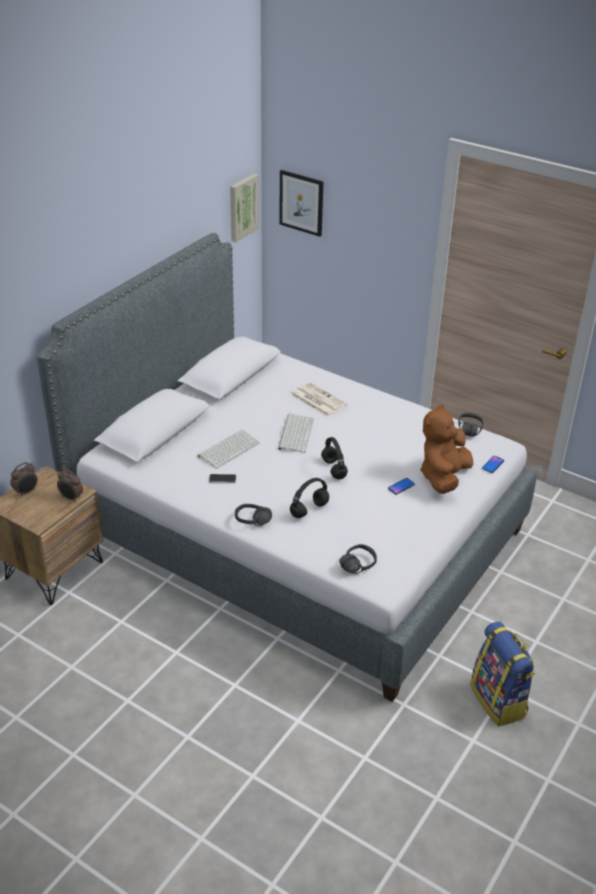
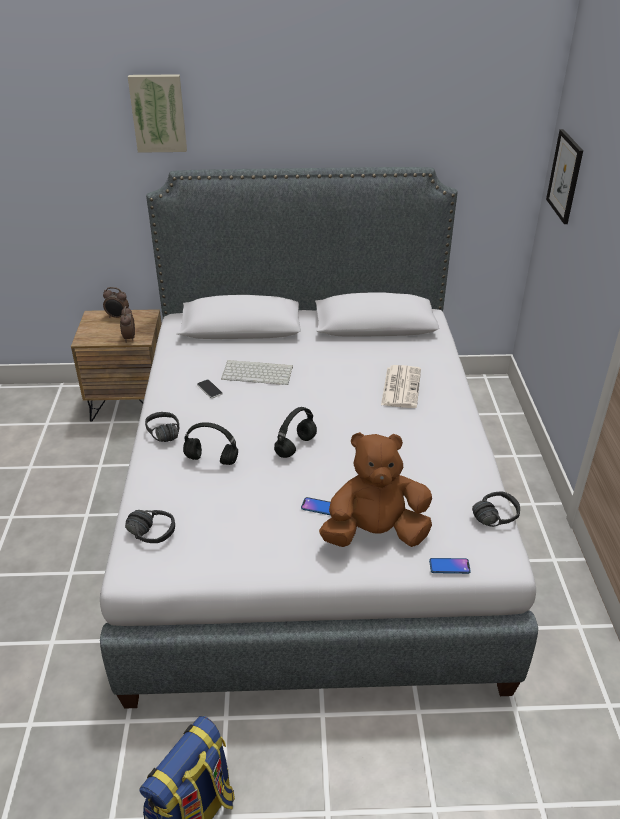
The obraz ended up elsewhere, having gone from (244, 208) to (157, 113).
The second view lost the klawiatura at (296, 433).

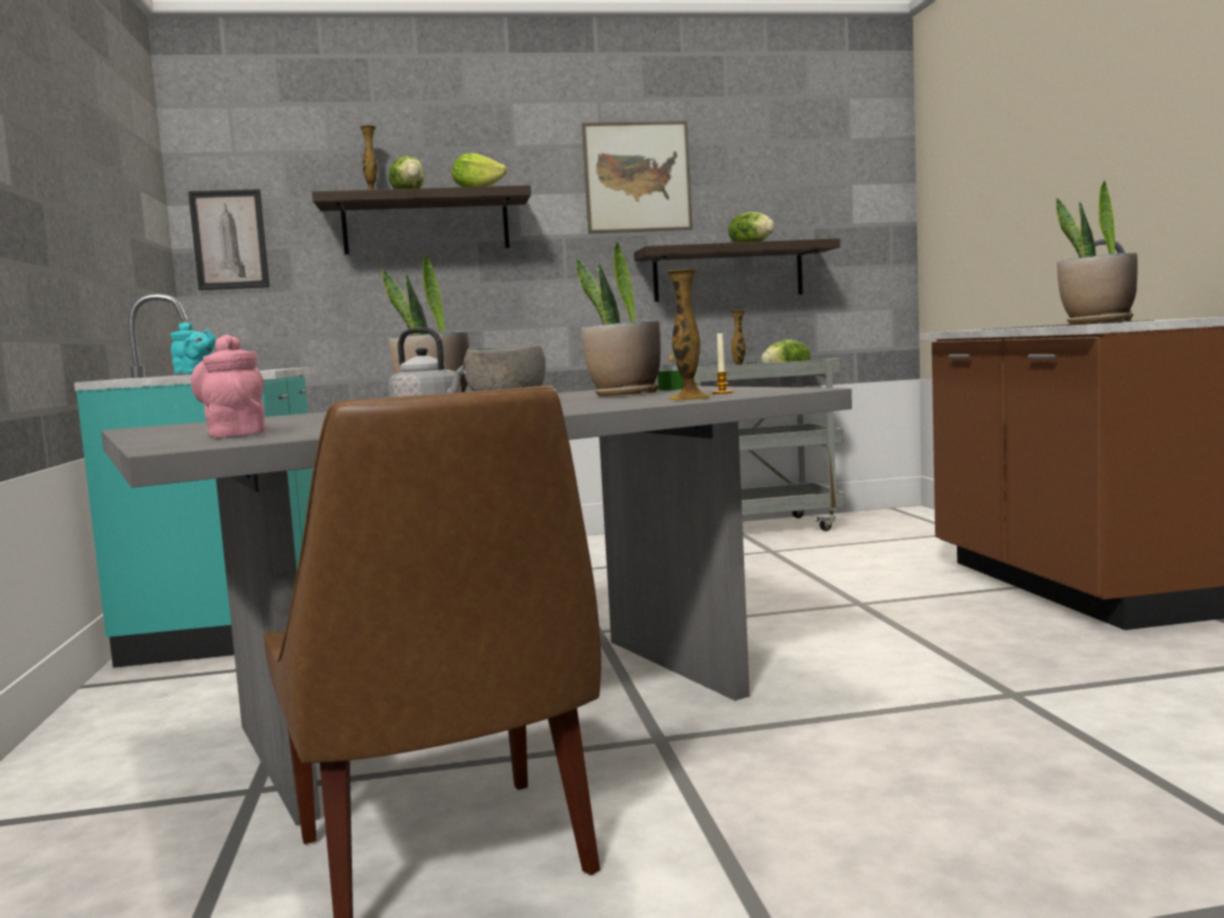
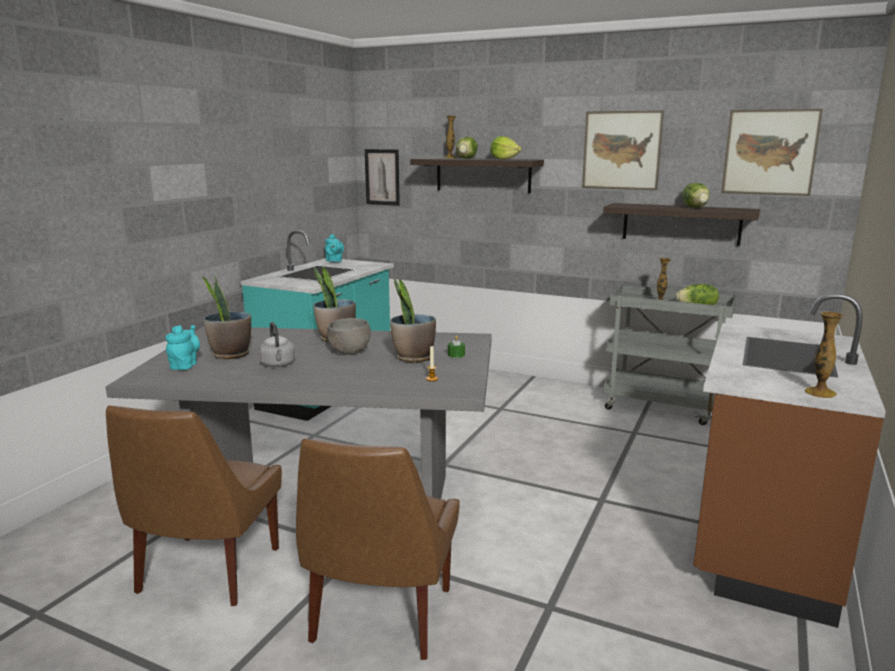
What was the imbryk/różowy at (228, 386) turned into the imbryk/turkusowy at (182, 347).
The wazon ended up elsewhere, having gone from (689, 335) to (824, 354).
The roślina doniczkowa ended up elsewhere, having gone from (1096, 252) to (227, 317).
The second view gained the krzesło/brązowy at (378, 549).
The second view gained the obraz at (772, 152).

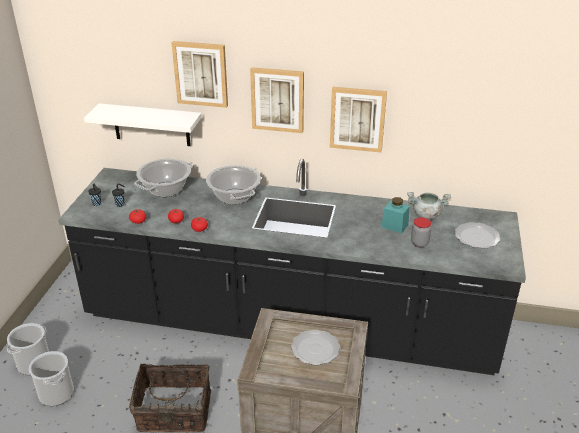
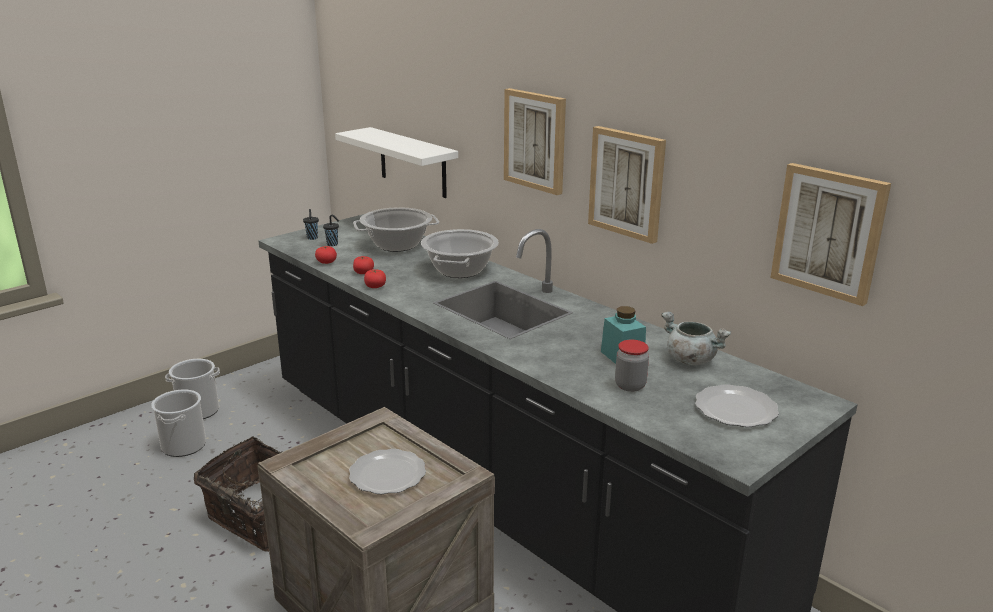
The obraz ended up elsewhere, having gone from (200, 74) to (830, 234).

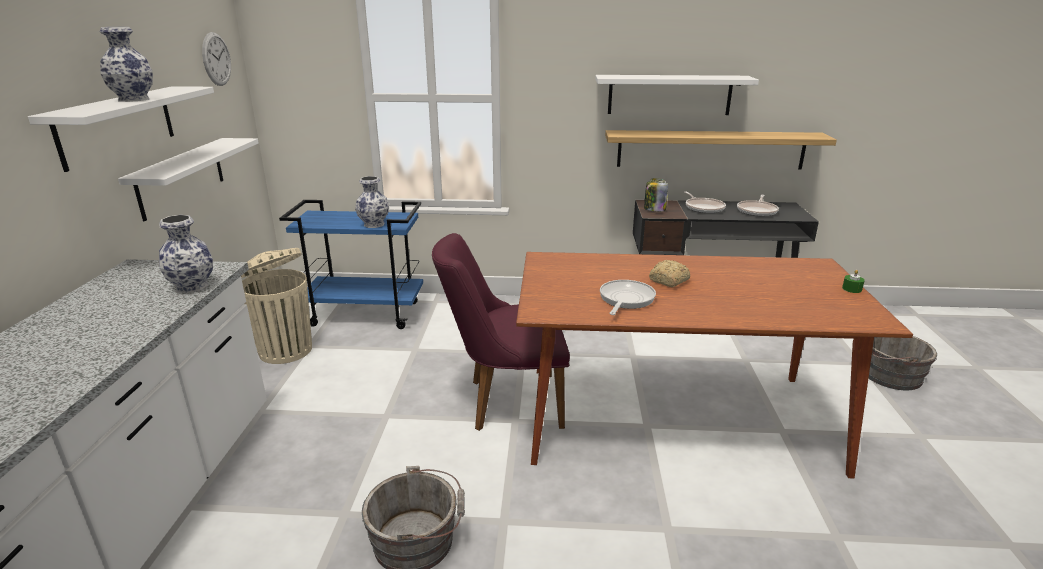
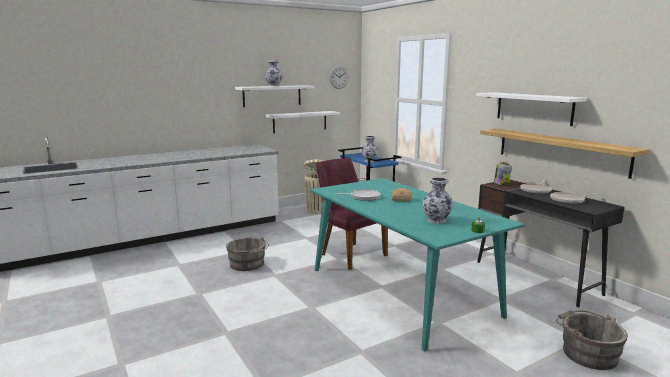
The wazon ended up elsewhere, having gone from (186, 254) to (437, 200).
What was the stół jadalny/brązowy at (714, 365) turned into the stół jadalny/turkusowy at (417, 265).

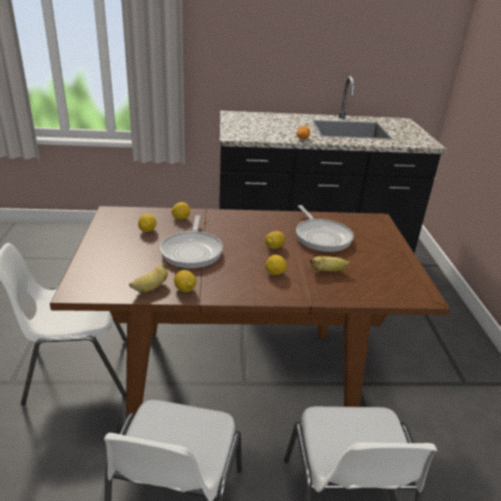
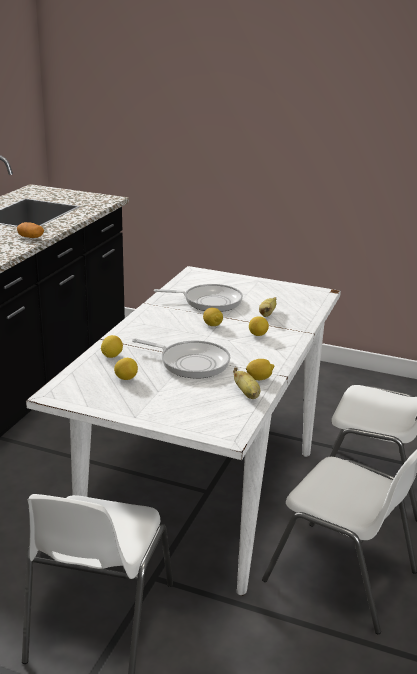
What was the stół jadalny/brązowy at (250, 312) turned into the stół jadalny/biały at (183, 430).

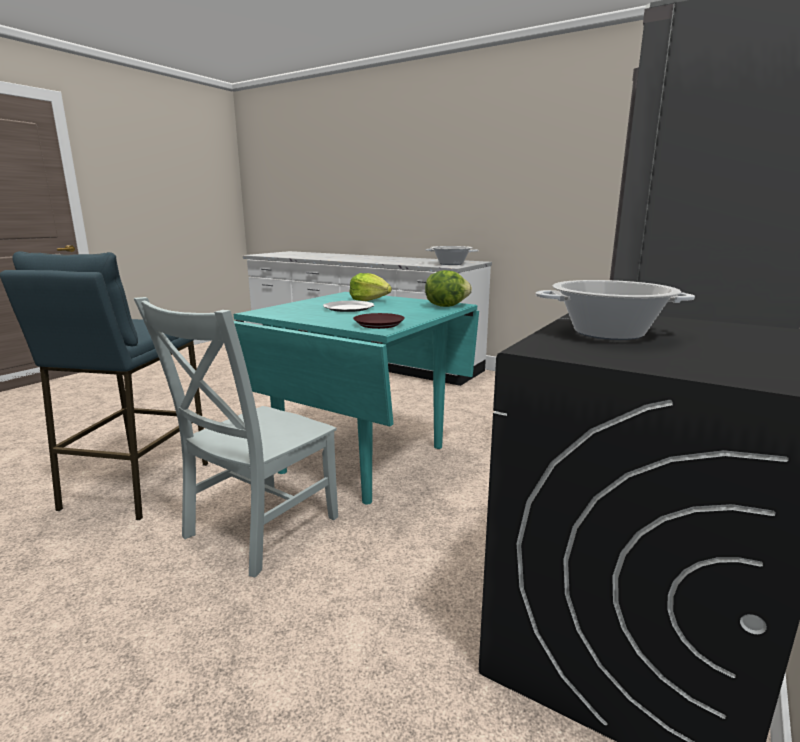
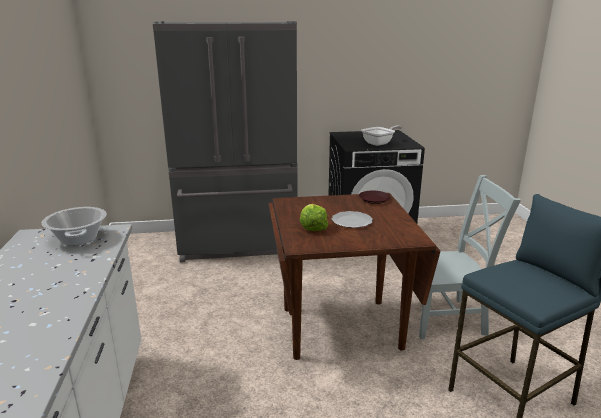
What was the stół jadalny/turkusowy at (356, 398) turned into the stół jadalny/brązowy at (355, 276).
The second view lost the sałata at (448, 288).
Where the garnek stood at (615, 310), the patelnia came to stand at (381, 135).

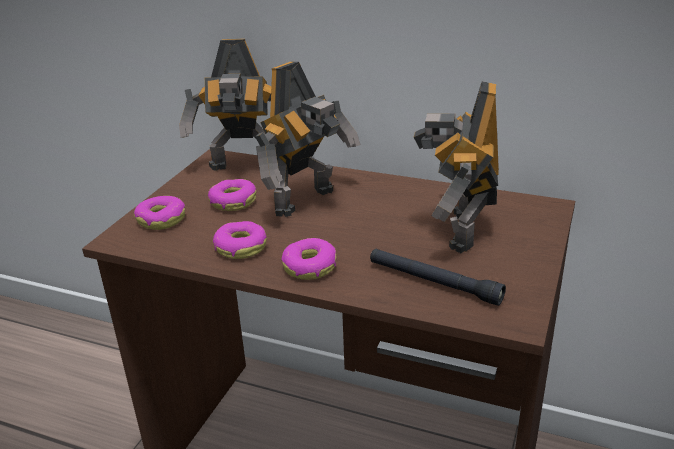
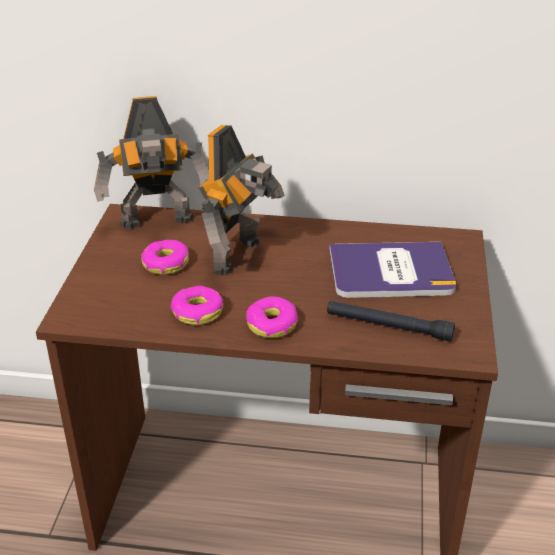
The second view lost the donut at (159, 213).
Where the robot zabawkowy stood at (456, 167), the książka came to stand at (393, 270).

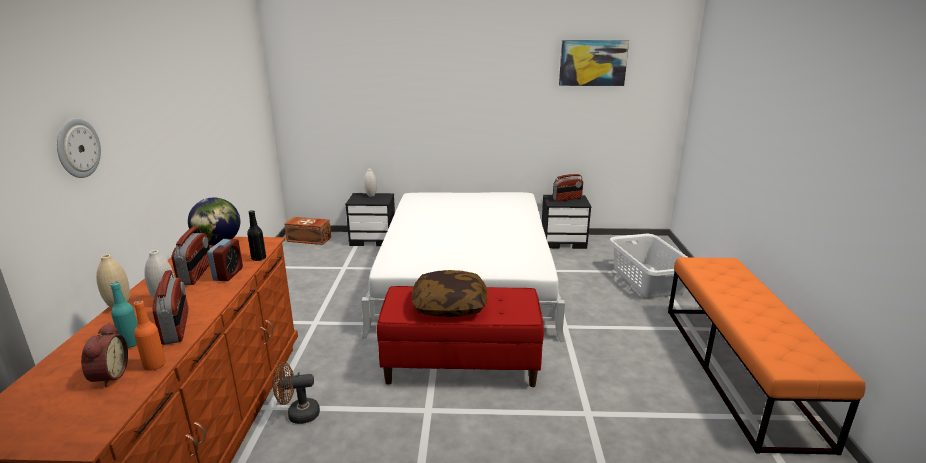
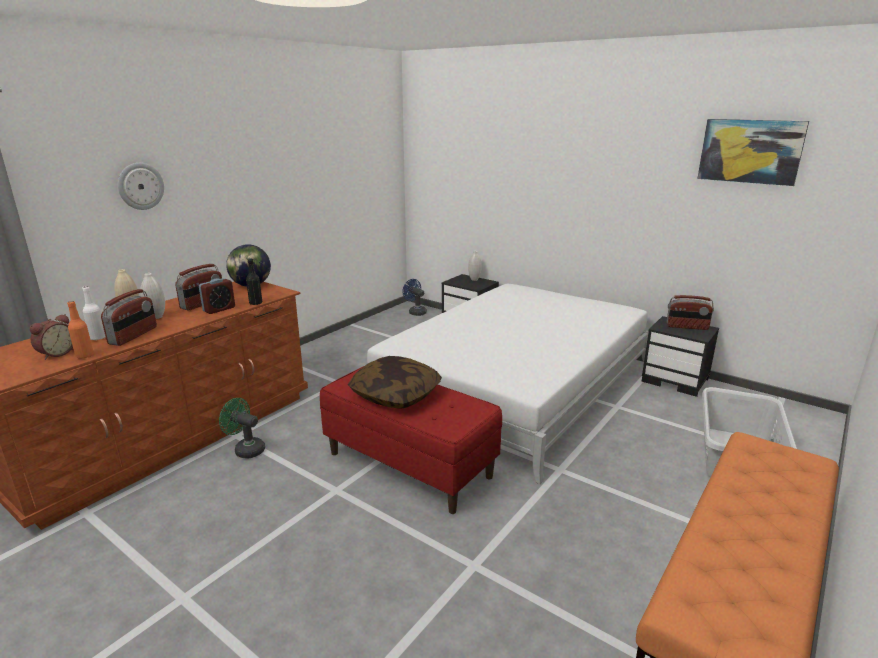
What was the butelka/turkusowy at (124, 315) turned into the butelka/biały at (94, 313).
What was the wentylator/brązowy at (296, 393) turned into the wentylator/zielony at (242, 428).
Where the pojemnik do przechowywania/brązowy stood at (307, 231), the wentylator/niebieski came to stand at (415, 297).

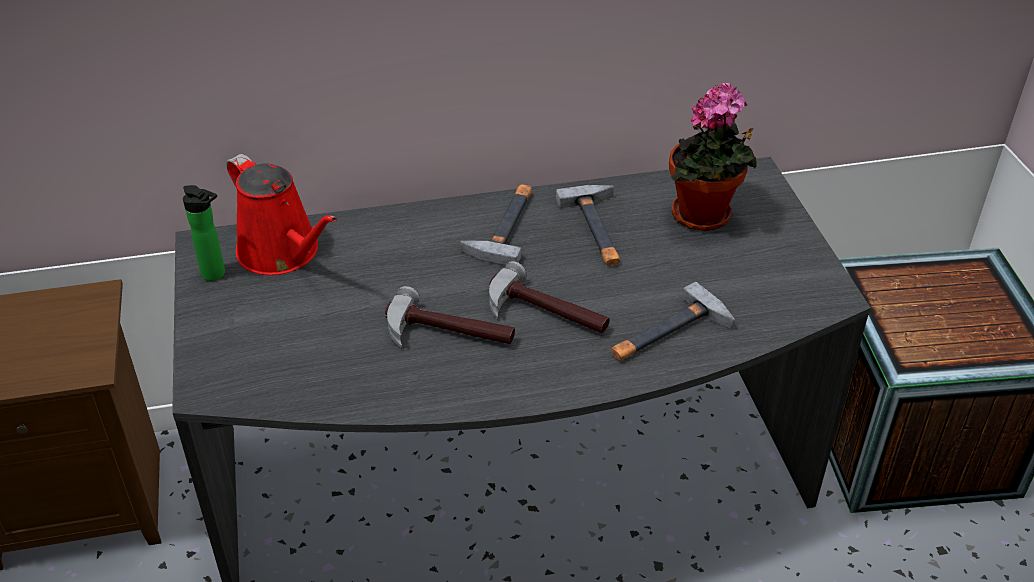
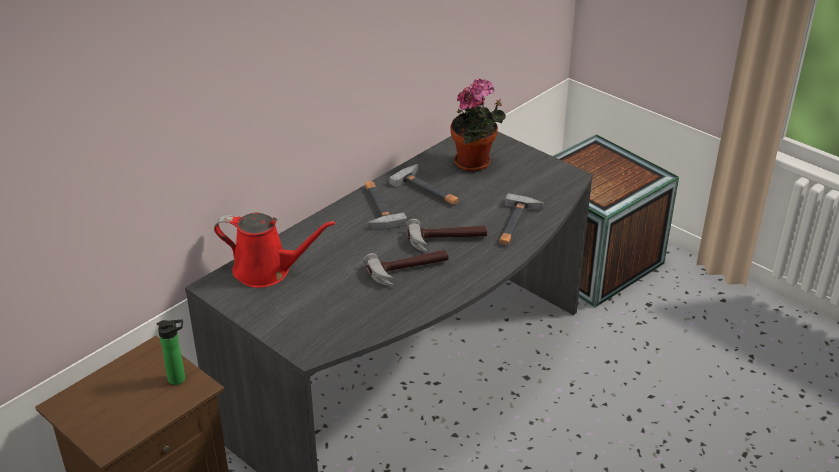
The butelka ended up elsewhere, having gone from (204, 233) to (171, 352).

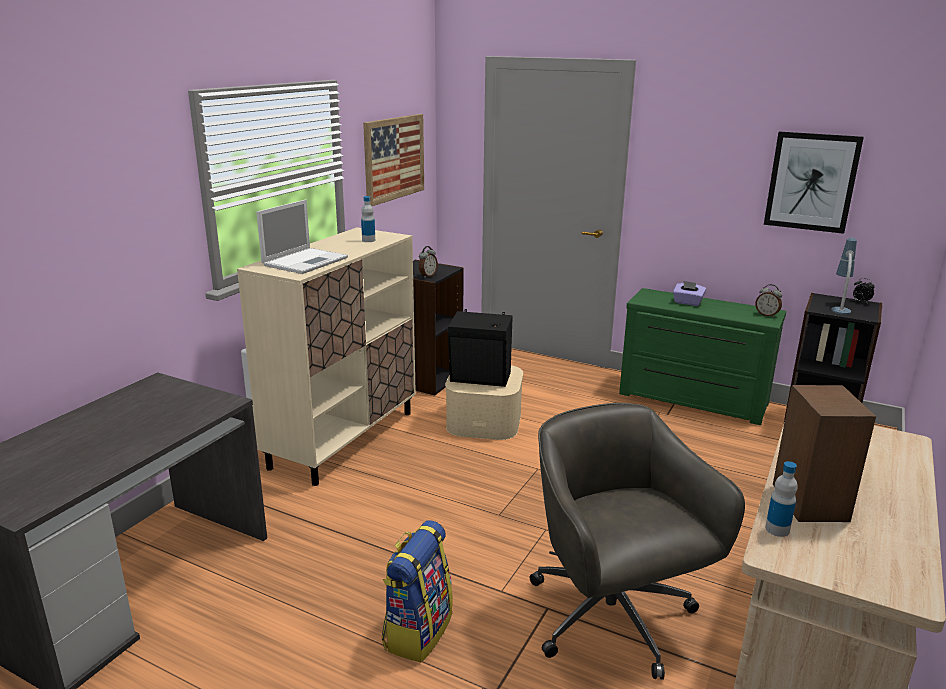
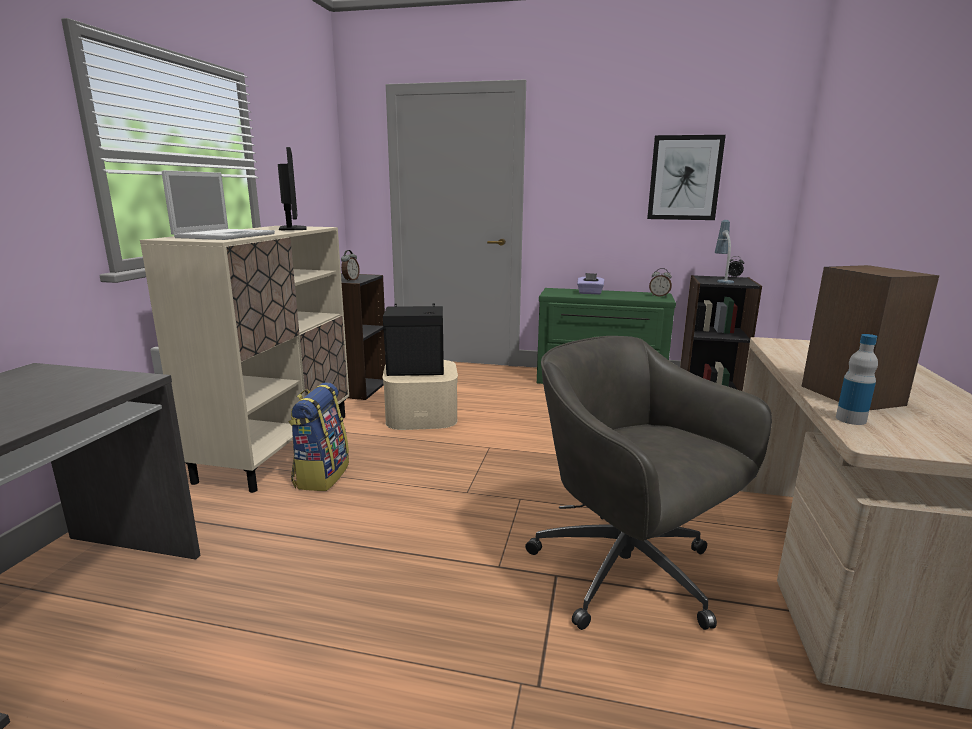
Where the butelka stood at (368, 219), the monitor came to stand at (292, 188).
The second view lost the obraz at (393, 160).
The plecak ended up elsewhere, having gone from (417, 591) to (319, 436).

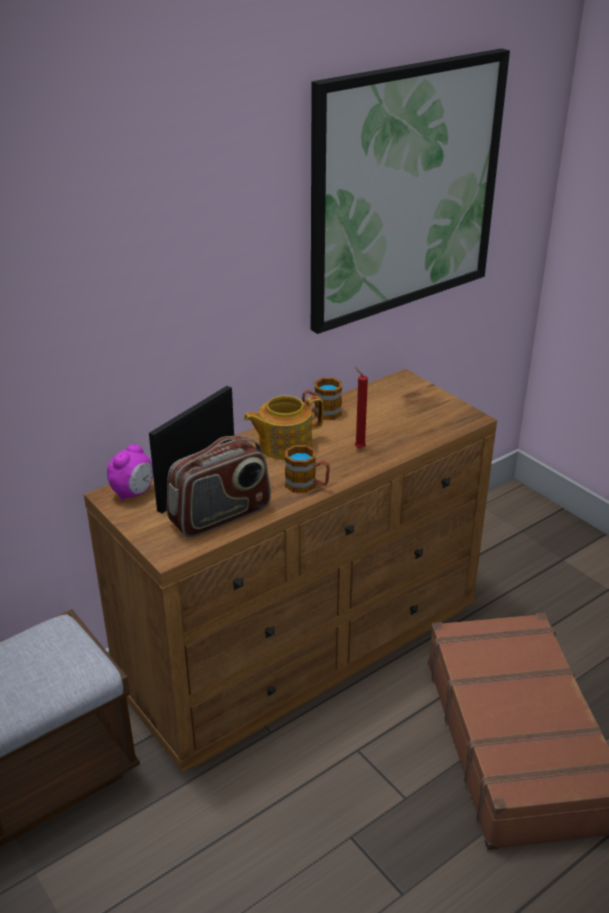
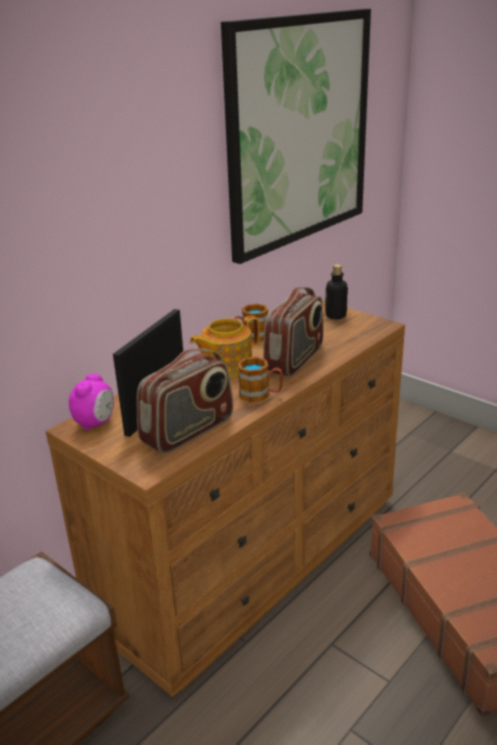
Where the świeca/czerwony stood at (361, 408), the radio came to stand at (293, 332).
The second view gained the butelka at (336, 291).

